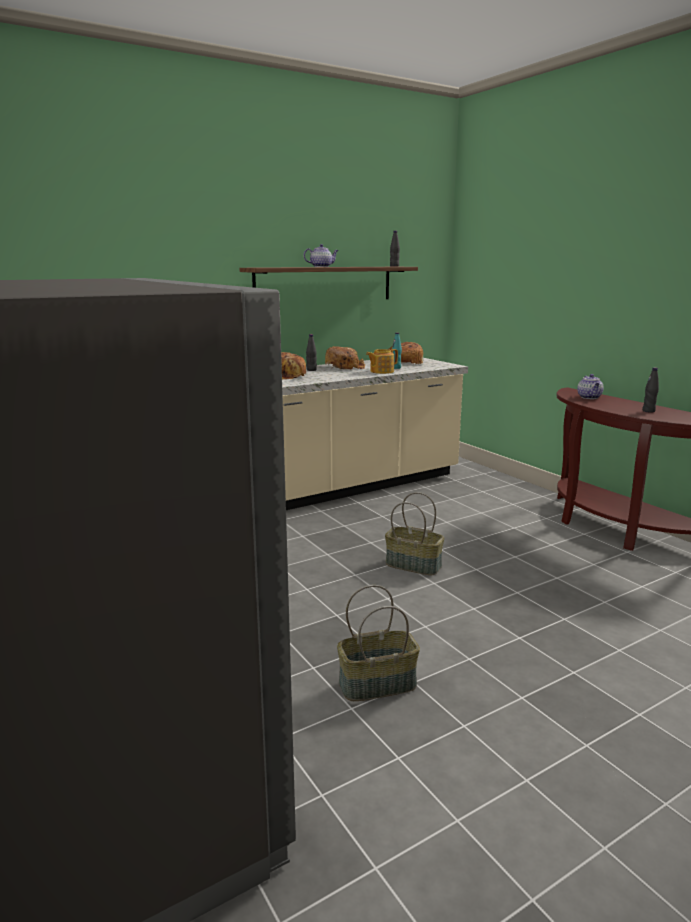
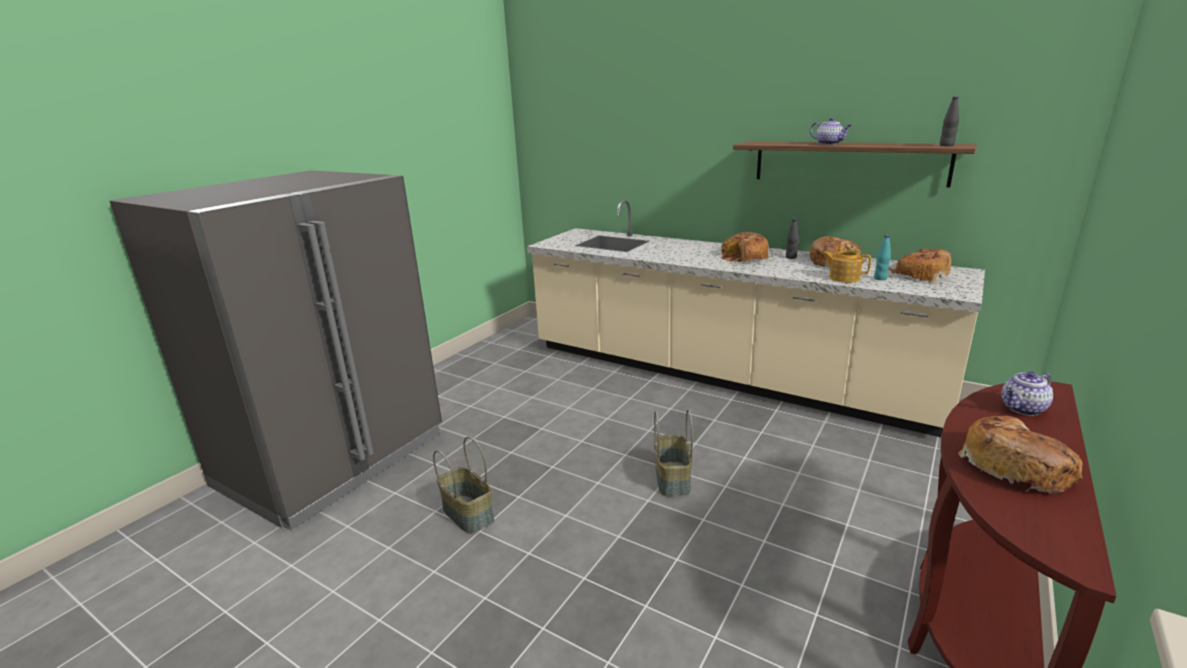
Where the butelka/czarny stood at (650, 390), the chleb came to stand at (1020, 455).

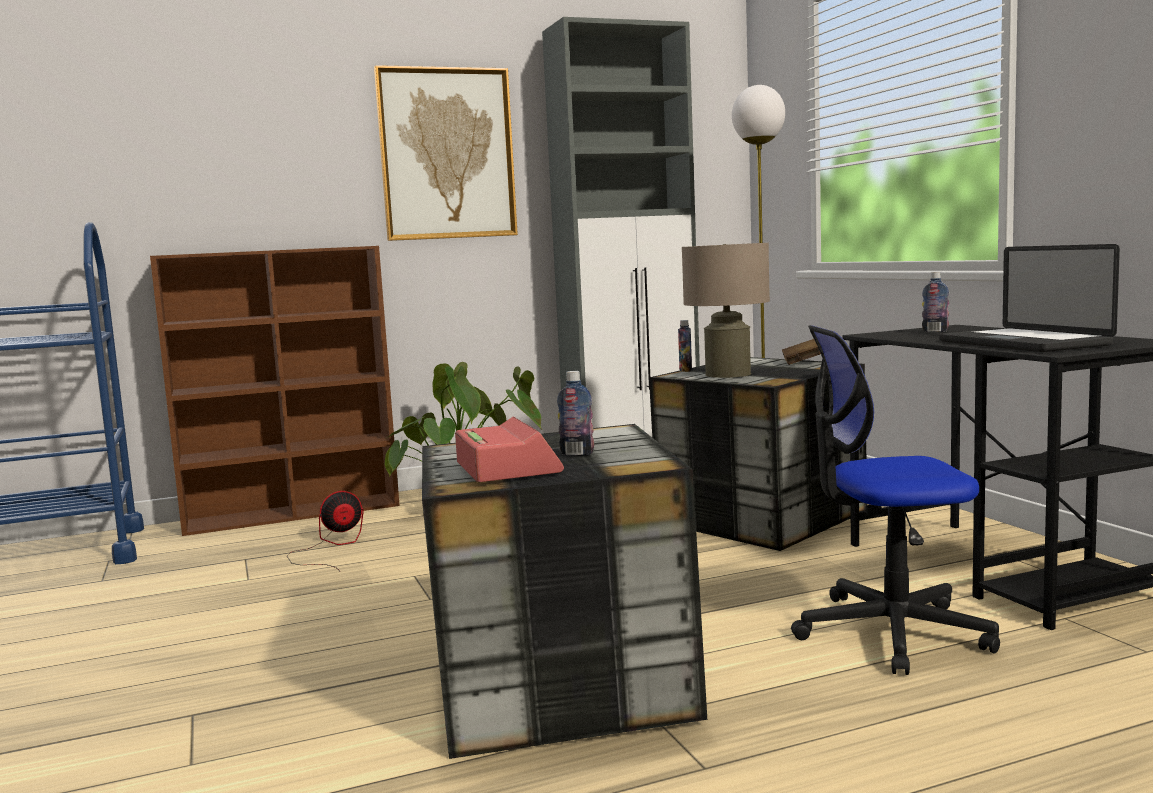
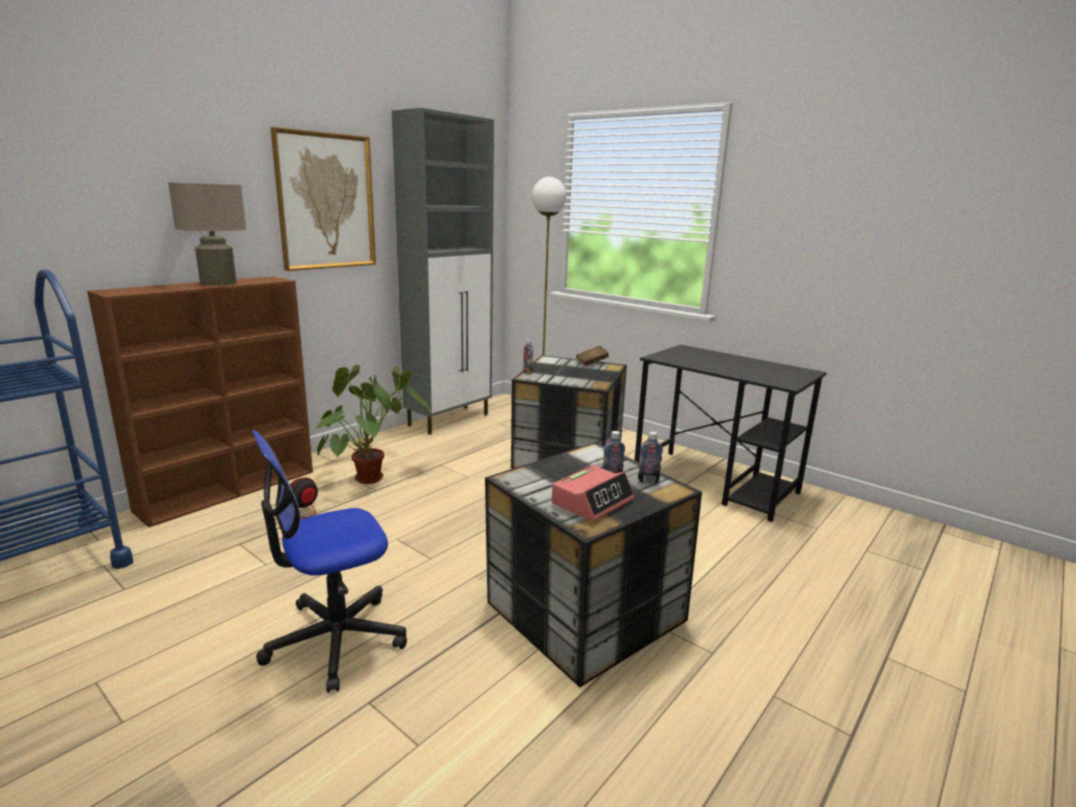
The budzik at (509, 449) ended up facing another way, 90 degrees clockwise from before.
The lampa stołowa/beżowy ended up elsewhere, having gone from (726, 310) to (207, 234).
The krzesło biurowe ended up elsewhere, having gone from (895, 500) to (329, 561).
The butelka ended up elsewhere, having gone from (935, 302) to (650, 458).
The second view lost the laptop at (1029, 298).

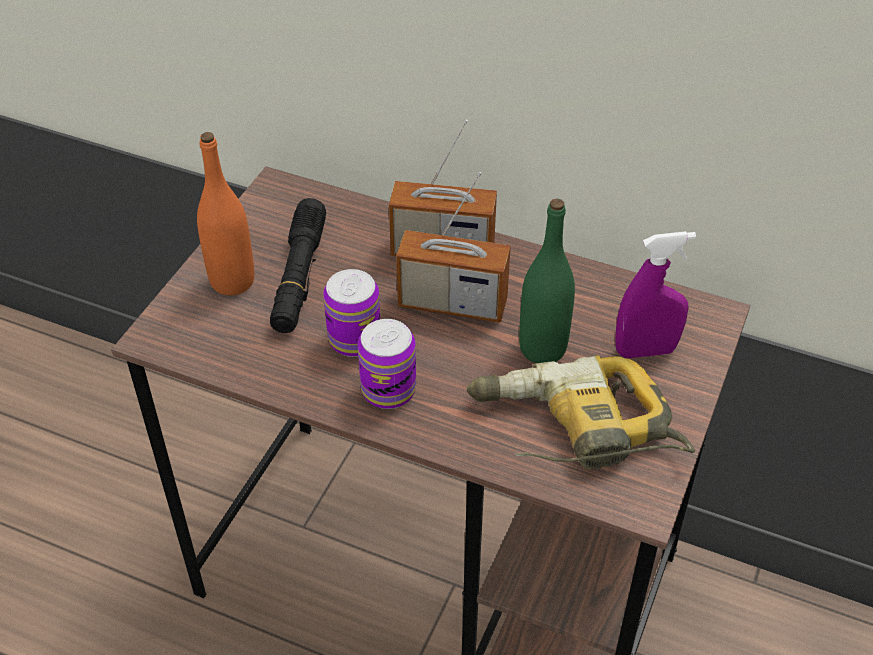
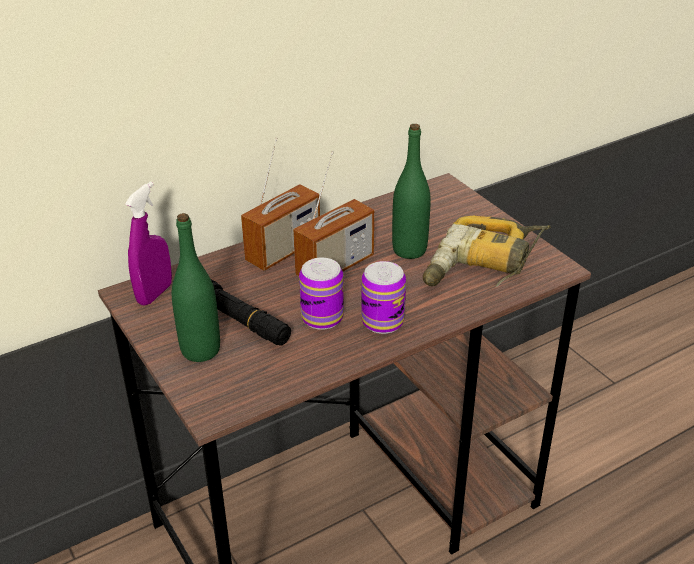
What was the butelka/pomarańczowy at (225, 213) turned into the butelka/zielony at (195, 287).
The spryskiwacz/fioletowy ended up elsewhere, having gone from (655, 294) to (148, 244).

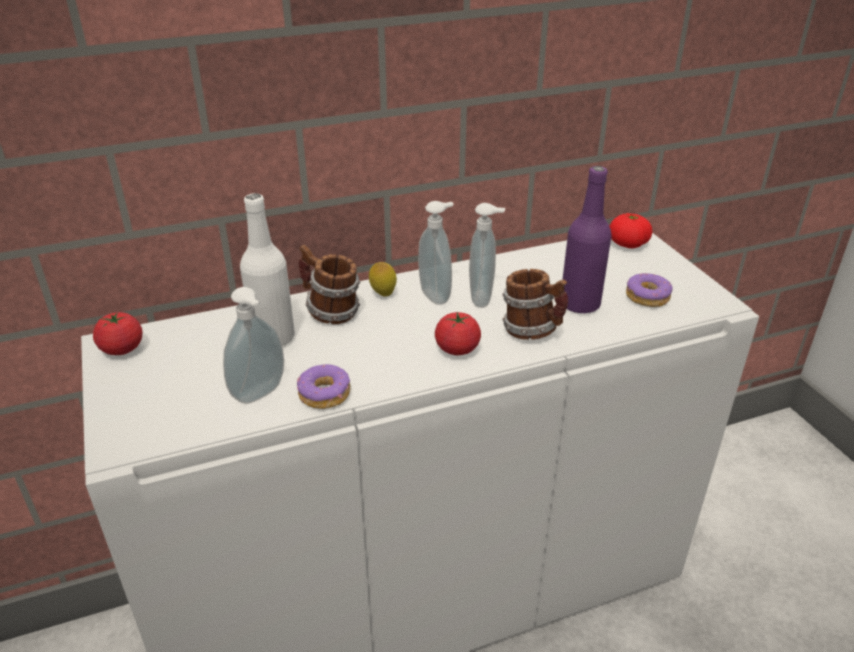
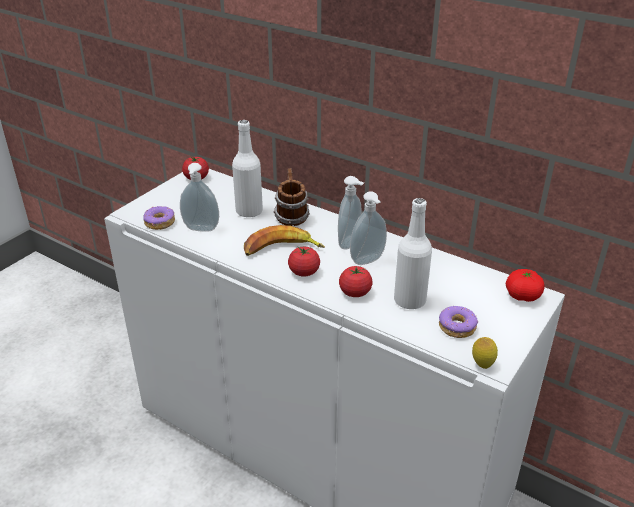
The donut ended up elsewhere, having gone from (323, 386) to (159, 218).
The cytryna ended up elsewhere, having gone from (383, 279) to (485, 353).
Where the kubek stood at (535, 304), the pomidor came to stand at (356, 281).
What was the butelka/fioletowy at (587, 240) turned into the butelka/biały at (413, 253).
The second view gained the banan at (284, 240).

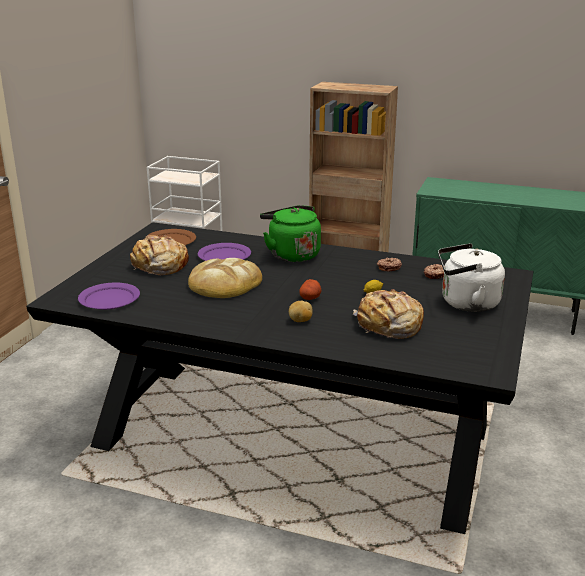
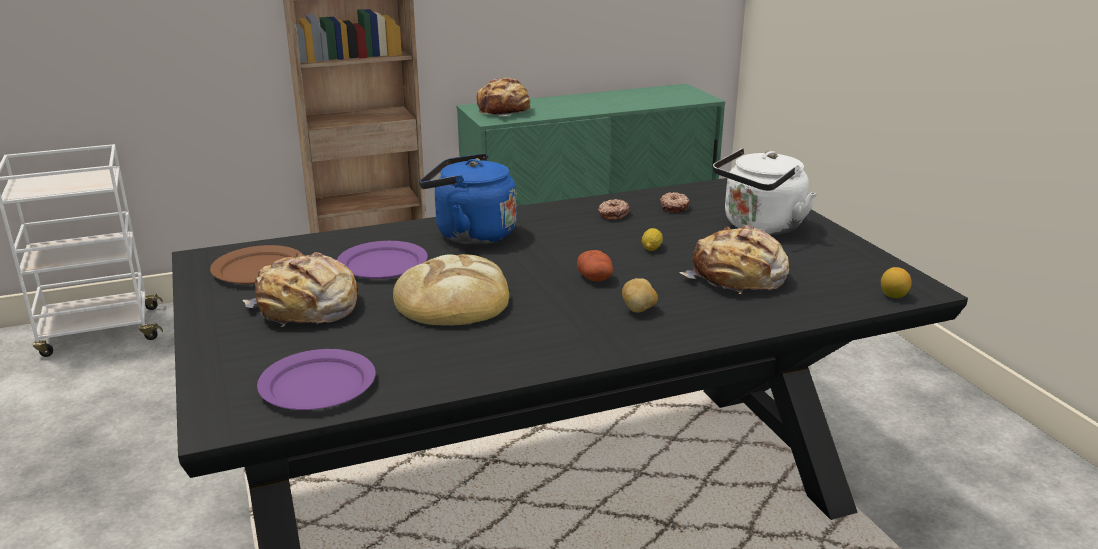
What was the czajnik/zielony at (290, 233) turned into the czajnik/niebieski at (468, 199).
The second view gained the chleb at (504, 97).
The second view gained the cytryna at (896, 282).

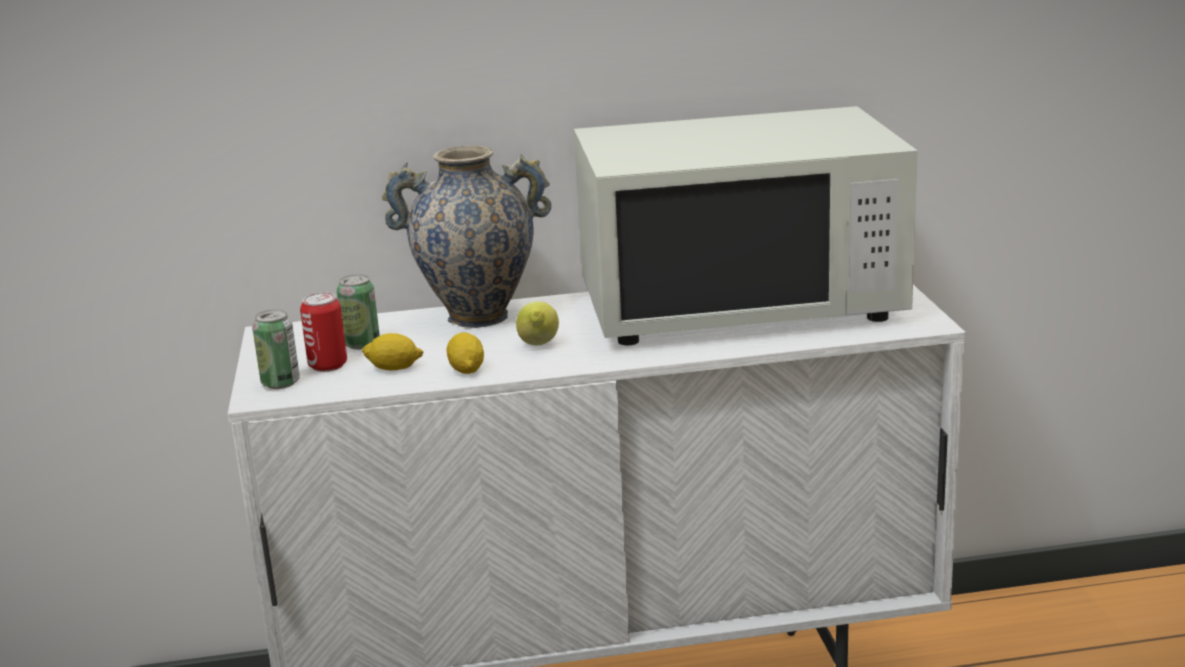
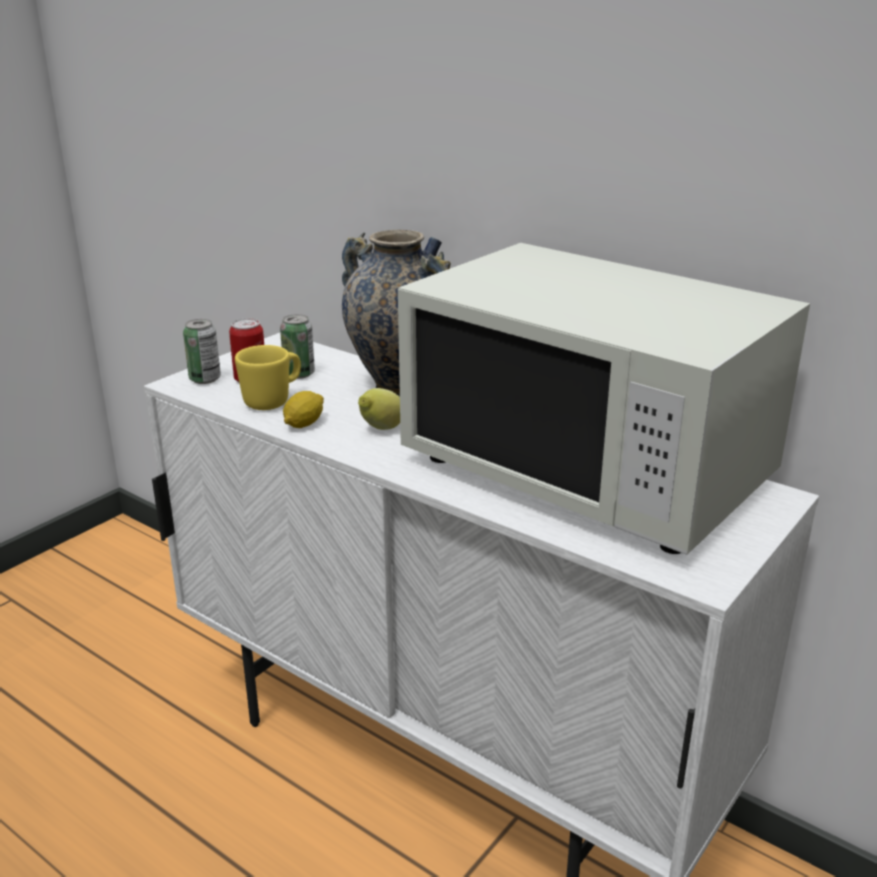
Where the cytryna stood at (393, 351), the kubek/żółty came to stand at (268, 377).

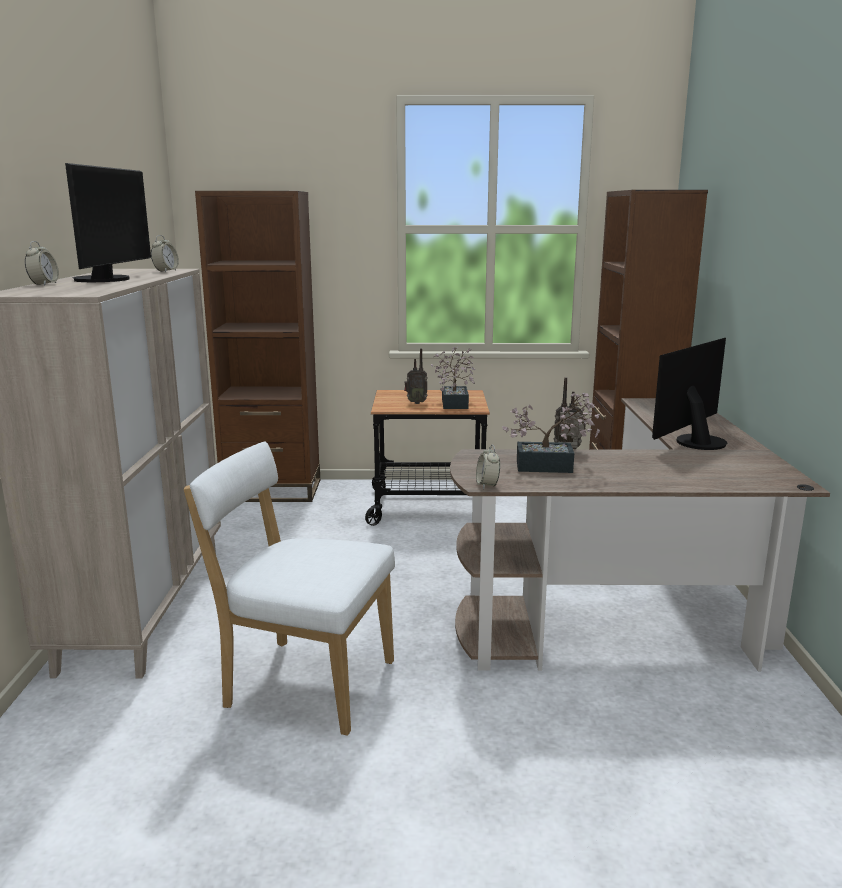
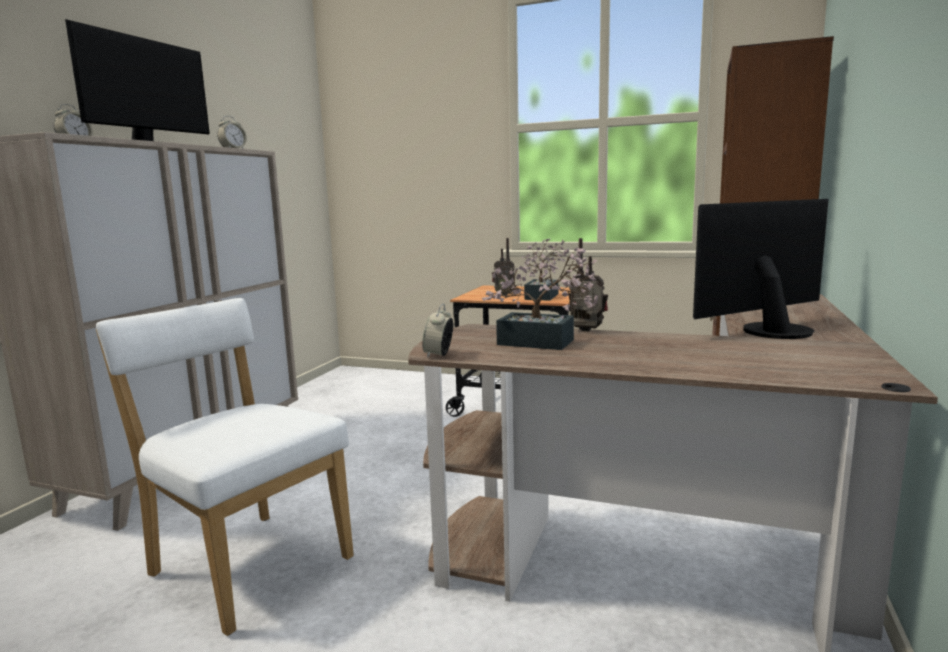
The second view lost the regał/brązowy at (257, 346).

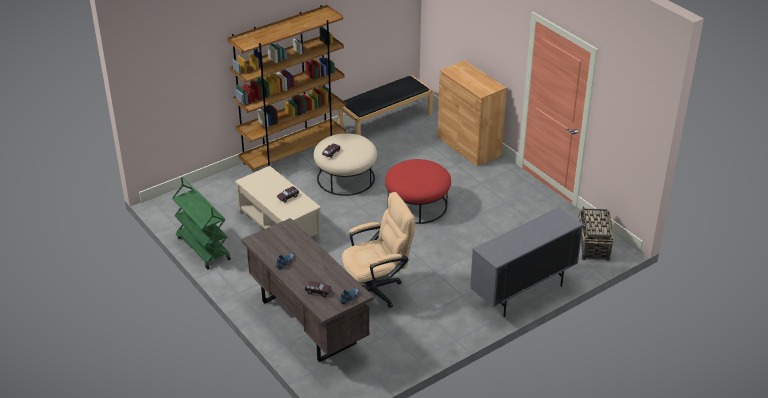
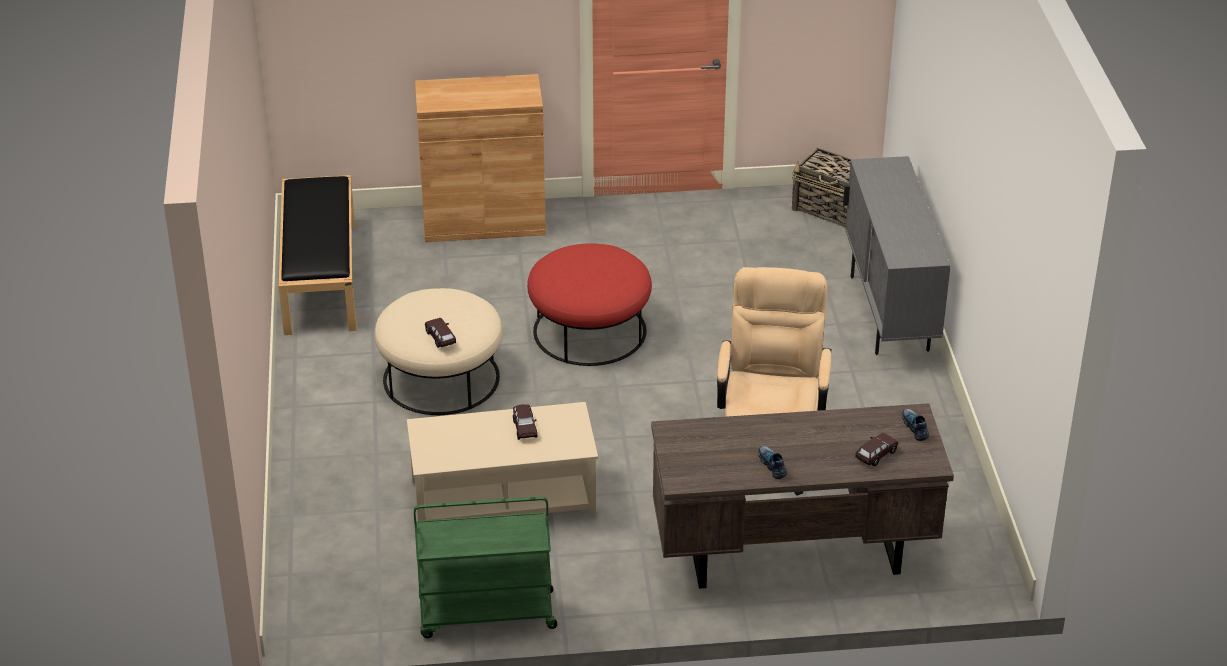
The second view lost the regał/brązowy at (286, 88).

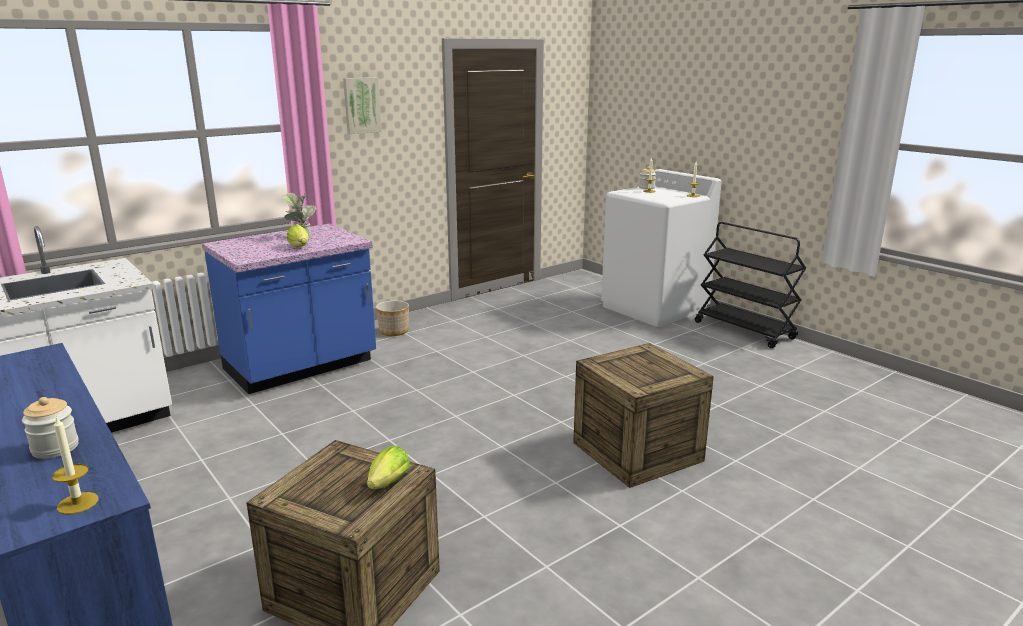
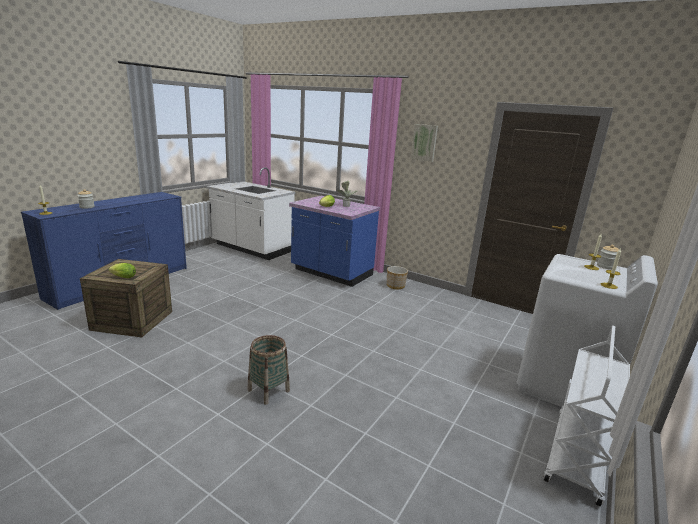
Where the skrzynka stood at (643, 415), the koszyk came to stand at (268, 370).
What was the wózek/czarny at (750, 285) turned into the wózek/biały at (587, 415).

